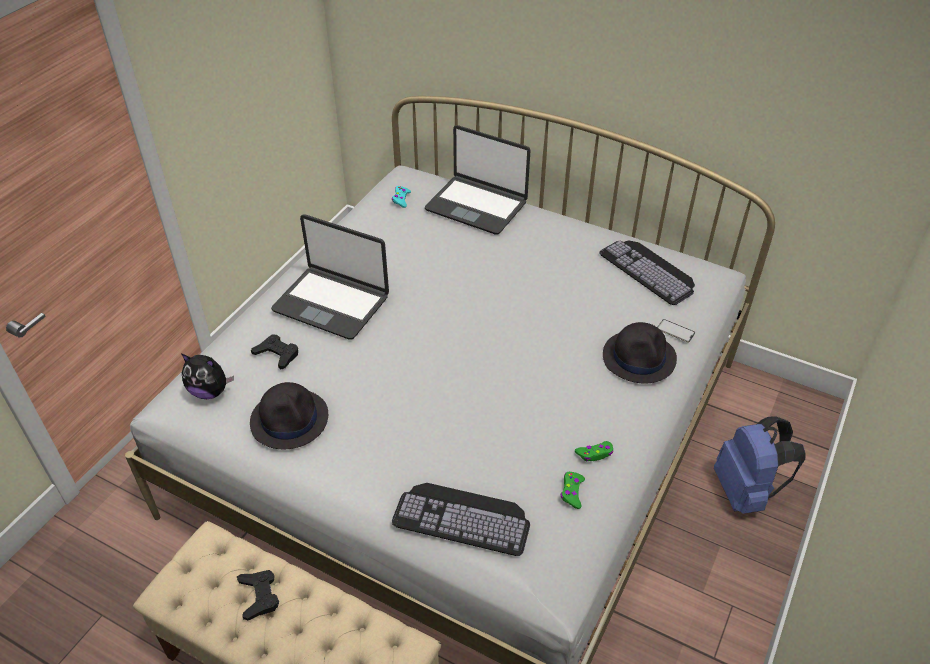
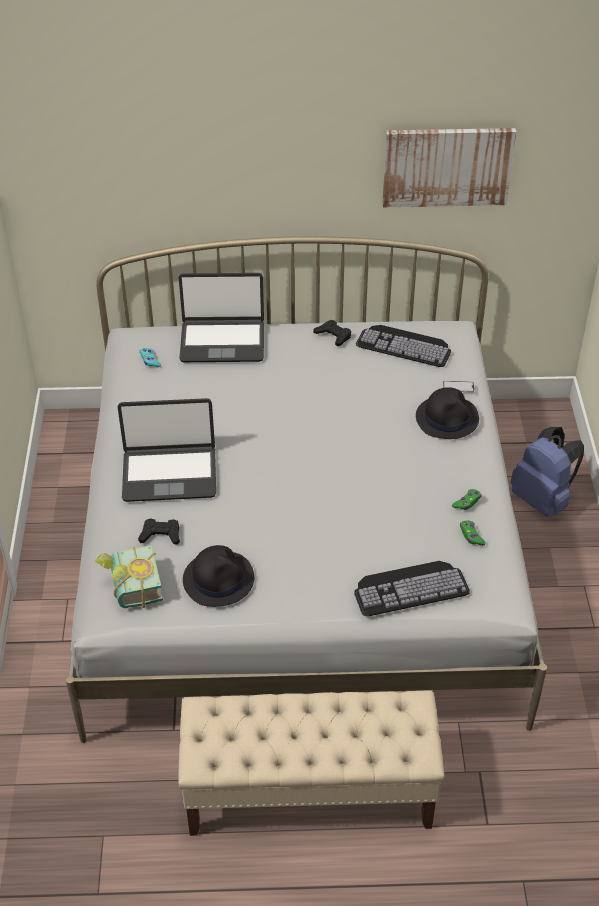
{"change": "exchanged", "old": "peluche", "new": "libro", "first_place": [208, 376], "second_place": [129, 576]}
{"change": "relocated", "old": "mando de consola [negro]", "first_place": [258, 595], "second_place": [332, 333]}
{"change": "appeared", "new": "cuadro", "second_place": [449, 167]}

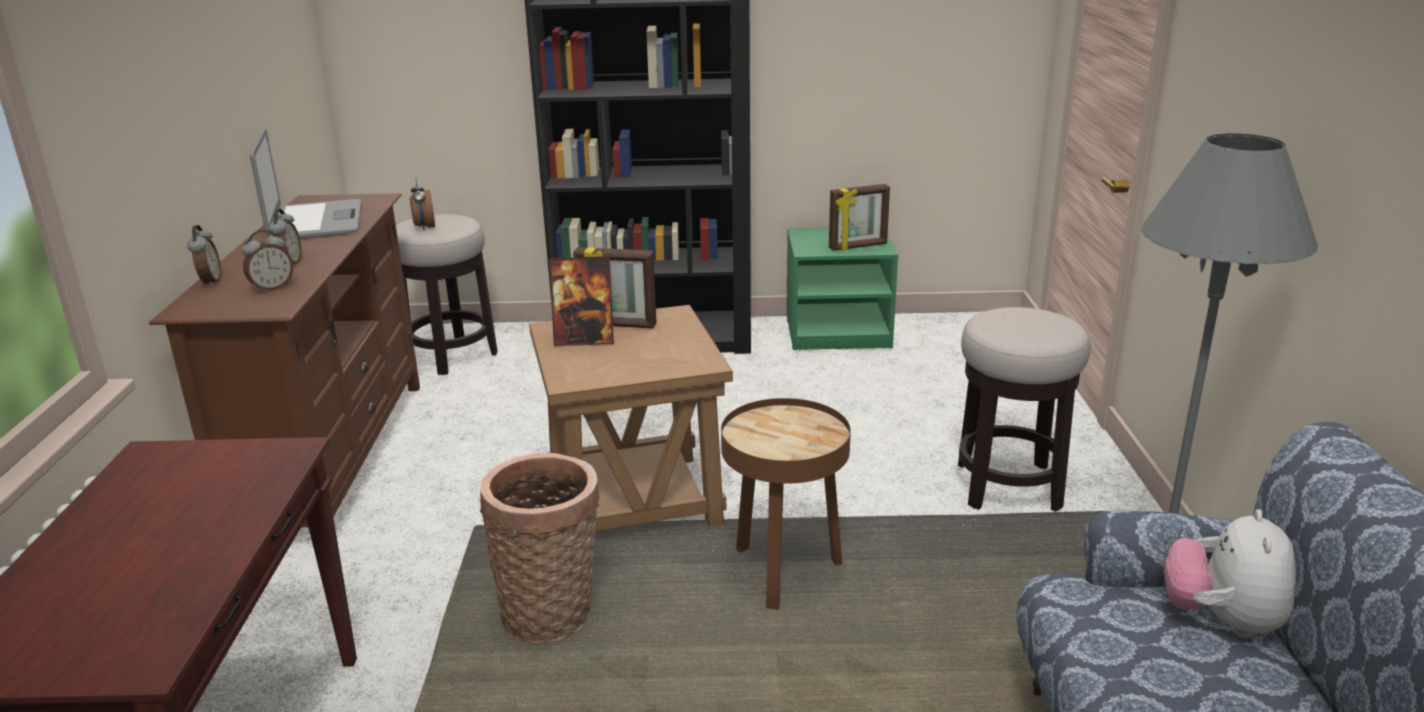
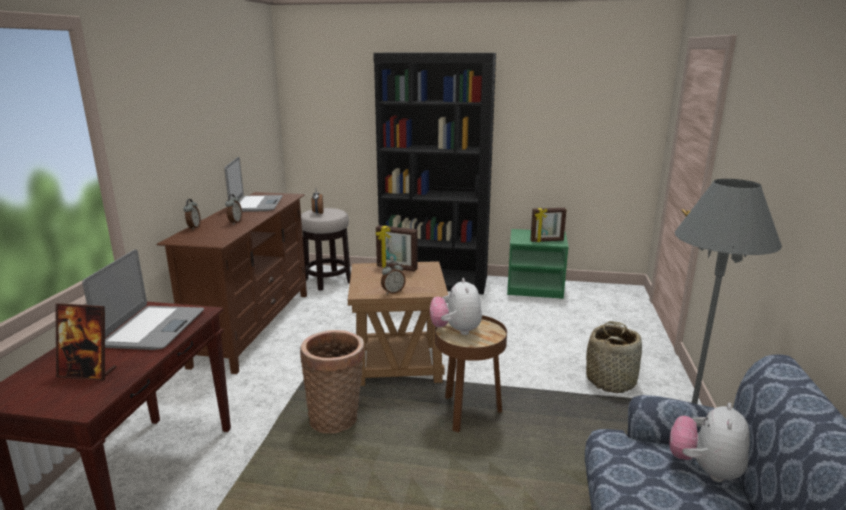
{"change": "relocated", "old": "despertador", "first_place": [267, 261], "second_place": [393, 277]}
{"change": "relocated", "old": "portarretratos", "first_place": [581, 301], "second_place": [86, 342]}
{"change": "exchanged", "old": "taburete", "new": "cesta", "first_place": [1024, 409], "second_place": [614, 357]}
{"change": "appeared", "new": "portátil", "second_place": [143, 300]}
{"change": "appeared", "new": "peluche", "second_place": [456, 306]}

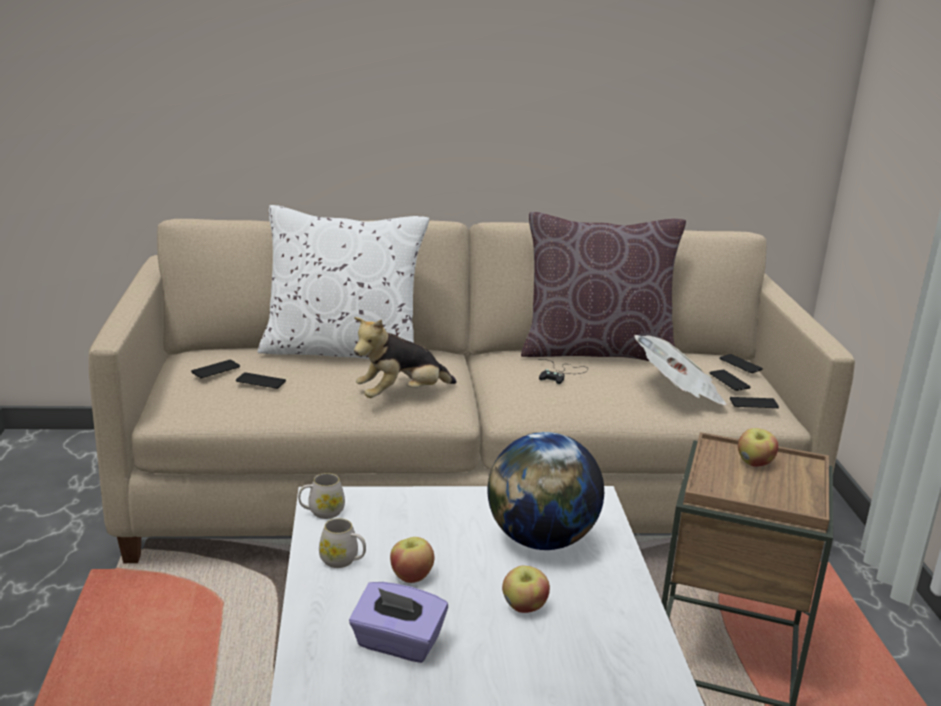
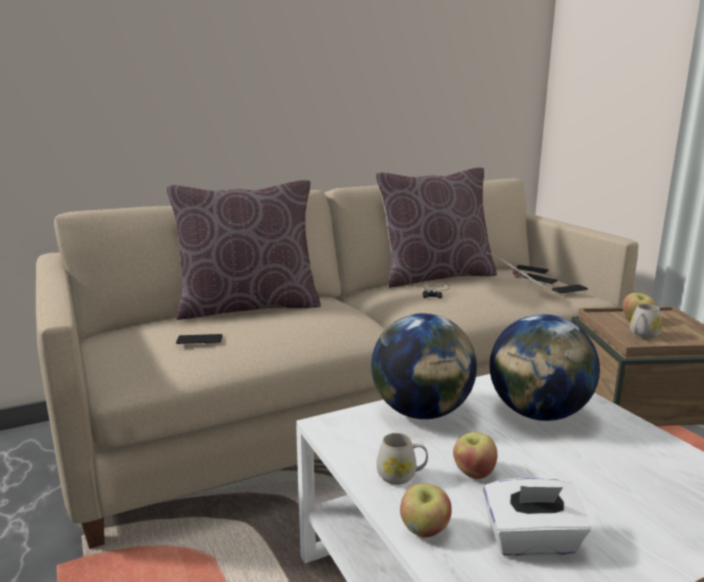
{"change": "colour", "old": "cojín [blanco]", "new": "cojín [marrón]", "first_place": [343, 282], "second_place": [244, 250]}
{"change": "missing", "old": "peluche", "first_place": [405, 357]}
{"change": "missing", "old": "móvil", "first_place": [215, 369]}
{"change": "relocated", "old": "taza grande [blanco]", "first_place": [321, 496], "second_place": [646, 321]}
{"change": "relocated", "old": "manzana", "first_place": [526, 589], "second_place": [426, 511]}
{"change": "colour", "old": "caja de pañuelos [morado]", "new": "caja de pañuelos [blanco]", "first_place": [398, 622], "second_place": [537, 516]}
{"change": "appeared", "new": "globo terráqueo", "second_place": [424, 366]}

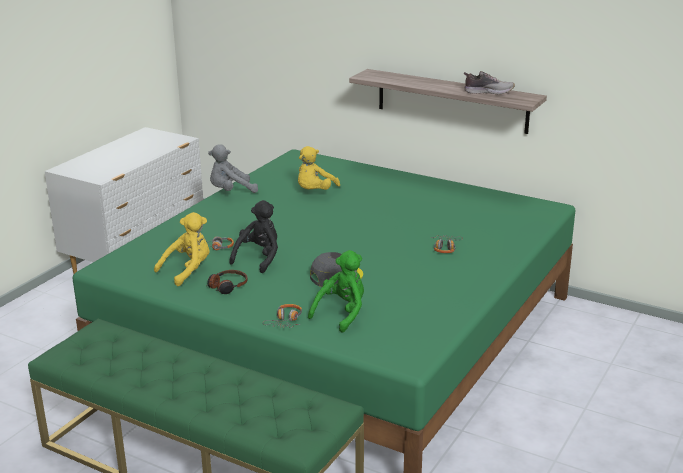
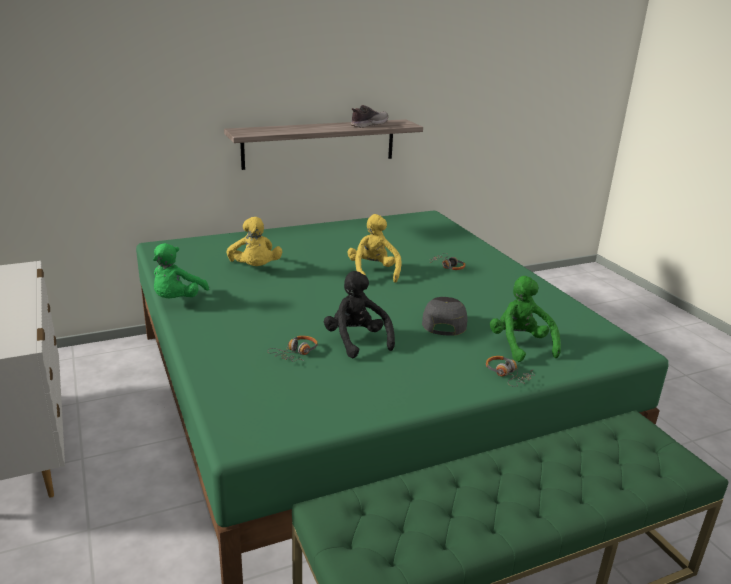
{"change": "colour", "old": "peluche [gris]", "new": "peluche [verde]", "first_place": [233, 168], "second_place": [181, 271]}
{"change": "relocated", "old": "peluche [amarillo]", "first_place": [181, 249], "second_place": [374, 248]}
{"change": "missing", "old": "auriculares", "first_place": [227, 282]}

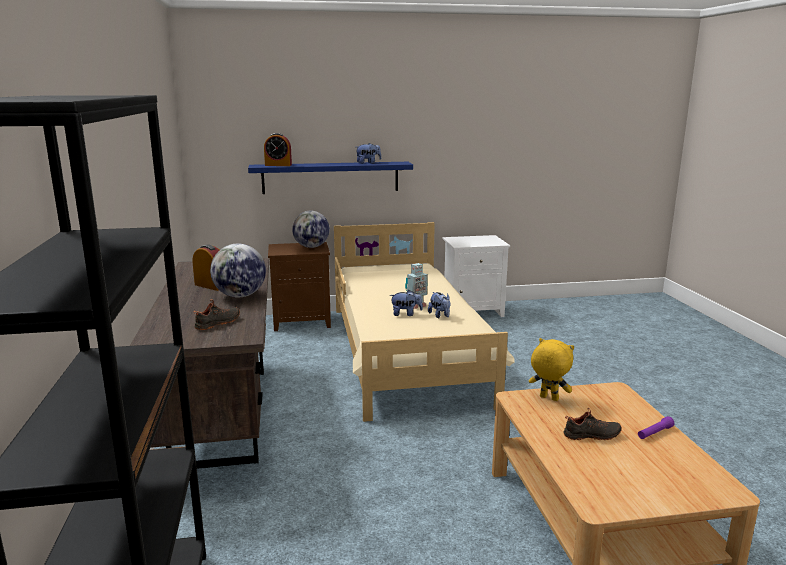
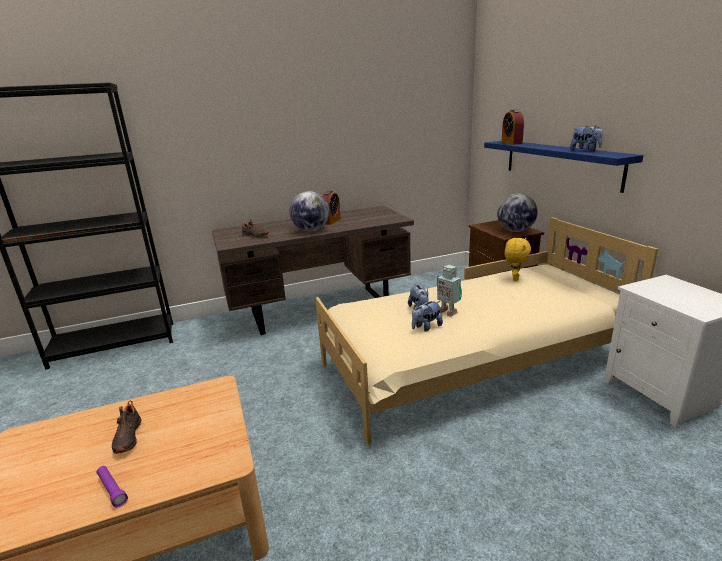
{"change": "relocated", "old": "peluche [amarillo]", "first_place": [551, 369], "second_place": [517, 259]}

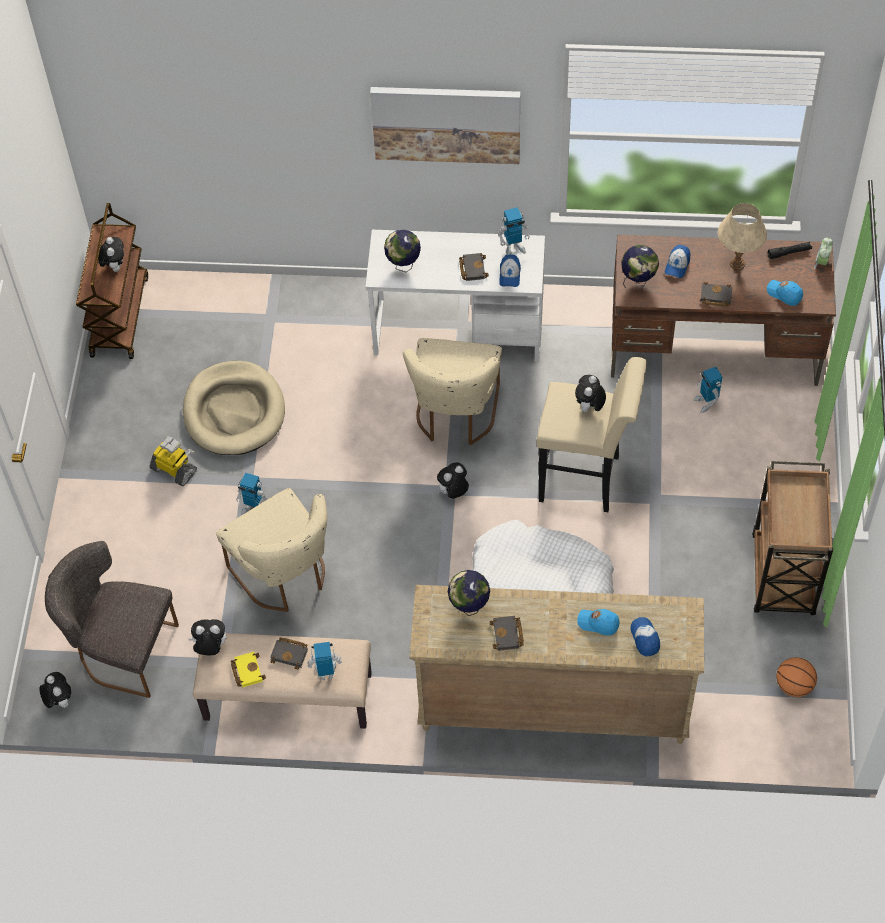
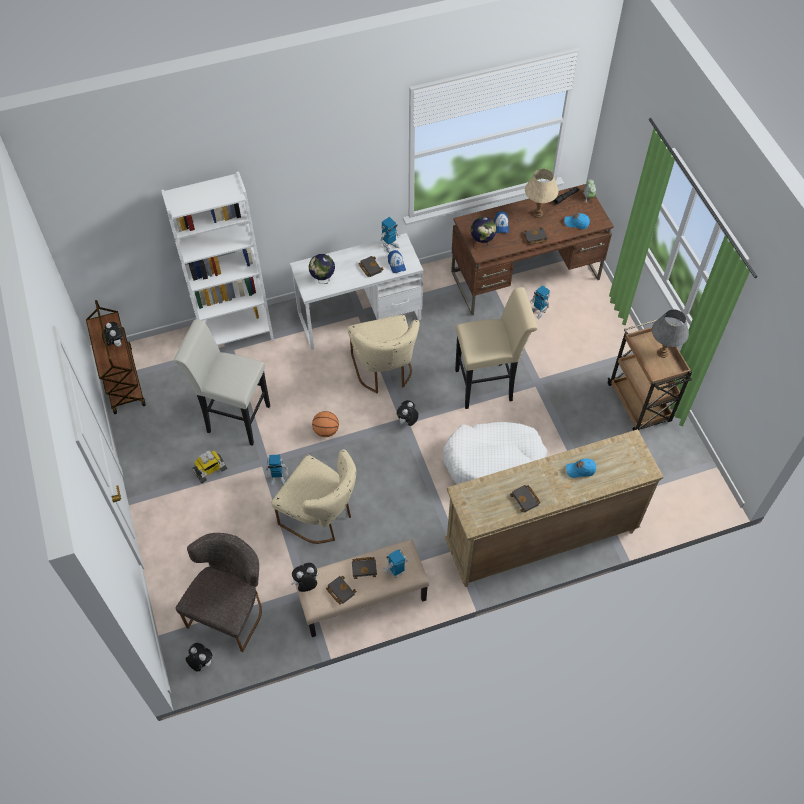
{"change": "missing", "old": "cuadro", "first_place": [445, 125]}
{"change": "exchanged", "old": "cama para perro [beis]", "new": "taburete [blanco]", "first_place": [234, 408], "second_place": [221, 382]}
{"change": "missing", "old": "peluche", "first_place": [590, 394]}
{"change": "spun", "old": "robot de juguete", "first_place": [173, 461], "second_place": [209, 466], "degrees": 135}
{"change": "spun", "old": "silla [gris]", "first_place": [112, 619], "second_place": [219, 592], "degrees": 120}
{"change": "missing", "old": "globo terráqueo", "first_place": [469, 593]}
{"change": "missing", "old": "gorra", "first_place": [645, 637]}
{"change": "colour", "old": "libro [amarillo]", "new": "libro [negro]", "first_place": [248, 669], "second_place": [341, 590]}
{"change": "relocated", "old": "balón de baloncesto", "first_place": [796, 677], "second_place": [325, 424]}
{"change": "appeared", "new": "estantería [blanco]", "second_place": [217, 258]}
{"change": "appeared", "new": "lámpara de mesa [gris]", "second_place": [670, 334]}

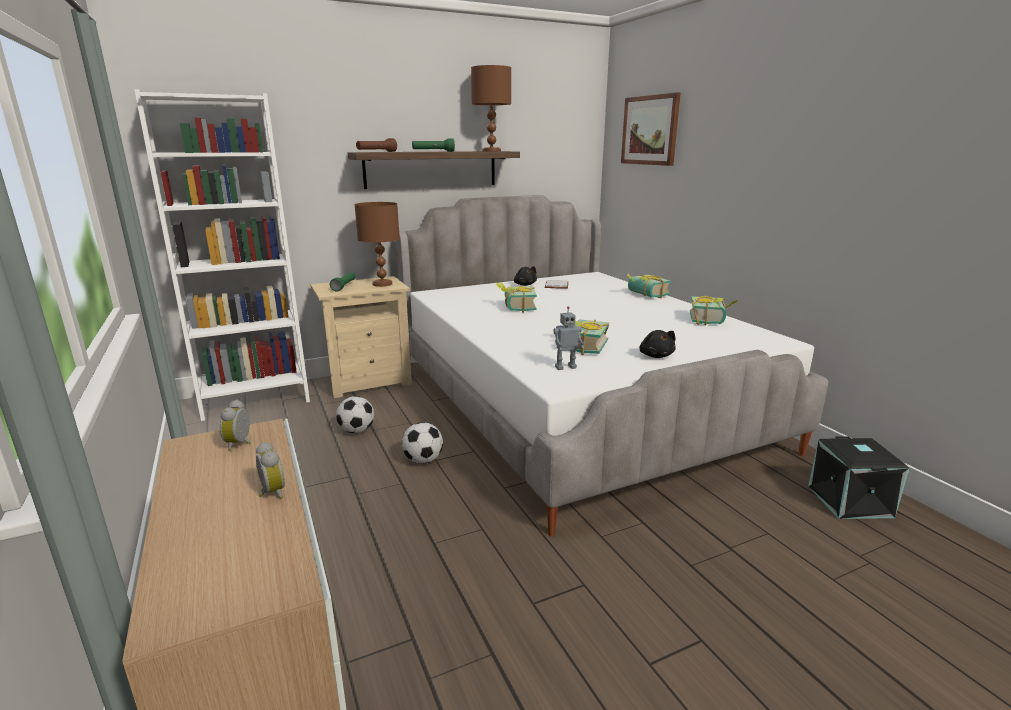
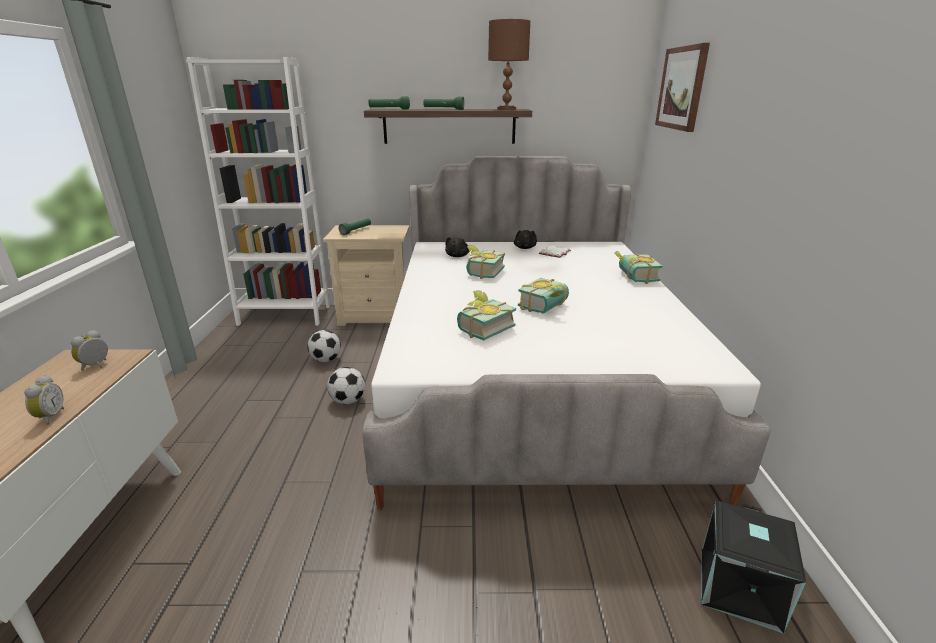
{"change": "colour", "old": "linterna [marrón]", "new": "linterna [verde]", "first_place": [376, 145], "second_place": [389, 102]}
{"change": "missing", "old": "lámpara de mesa [marrón]", "first_place": [377, 244]}
{"change": "relocated", "old": "libro", "first_place": [714, 310], "second_place": [543, 296]}
{"change": "missing", "old": "robot de juguete", "first_place": [568, 338]}
{"change": "relocated", "old": "peluche [negro]", "first_place": [657, 344], "second_place": [457, 247]}

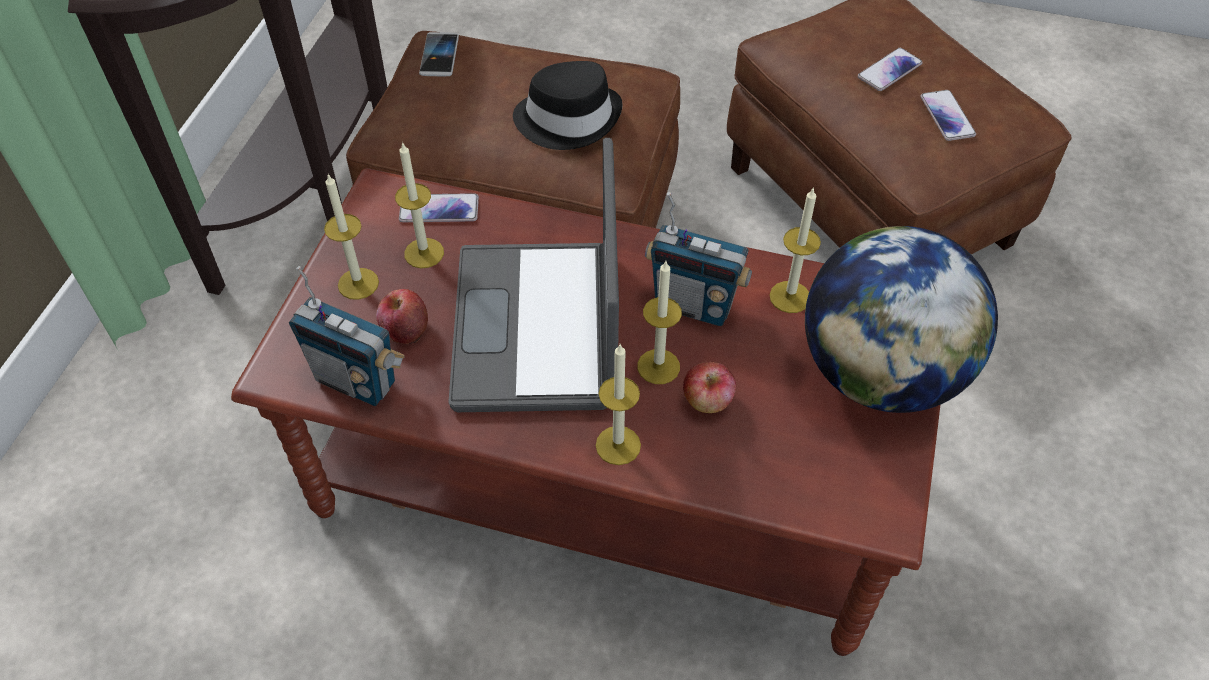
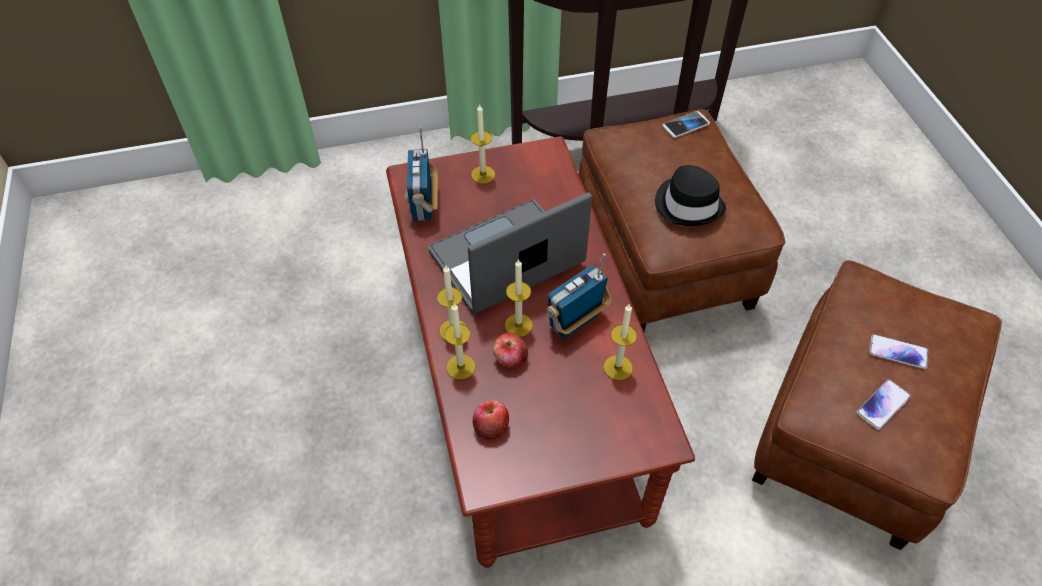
{"change": "relocated", "old": "vela", "first_place": [419, 205], "second_place": [460, 341]}
{"change": "spun", "old": "radio", "first_place": [698, 259], "second_place": [578, 296], "degrees": 60}
{"change": "missing", "old": "móvil", "first_place": [439, 207]}
{"change": "missing", "old": "globo terráqueo", "first_place": [901, 319]}
{"change": "relocated", "old": "manzana", "first_place": [402, 316], "second_place": [490, 420]}

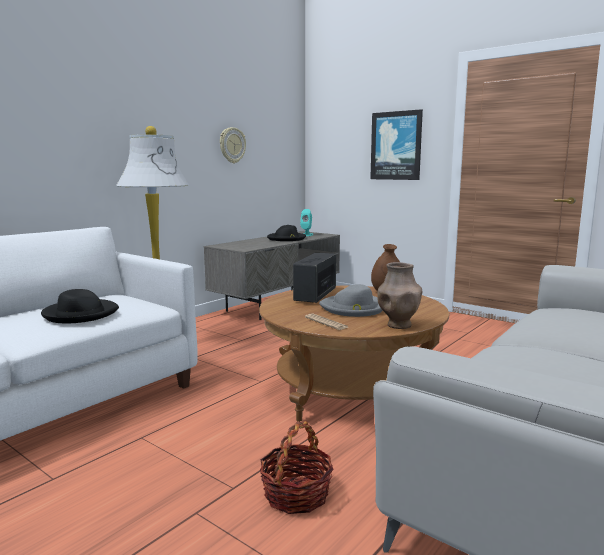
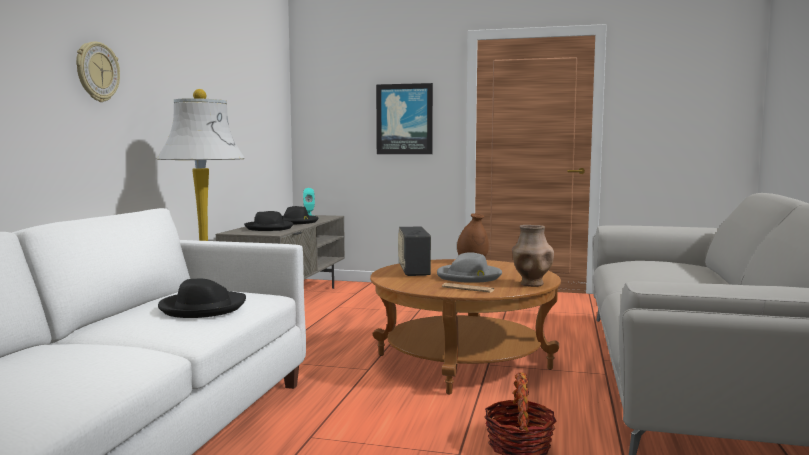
{"change": "relocated", "old": "reloj de pared", "first_place": [233, 145], "second_place": [98, 72]}
{"change": "appeared", "new": "sombrero [negro]", "second_place": [268, 221]}

